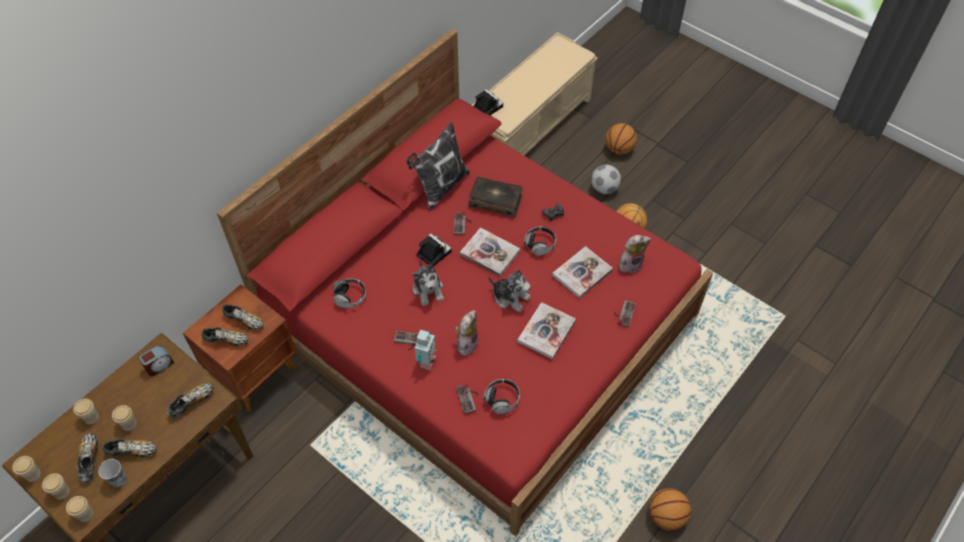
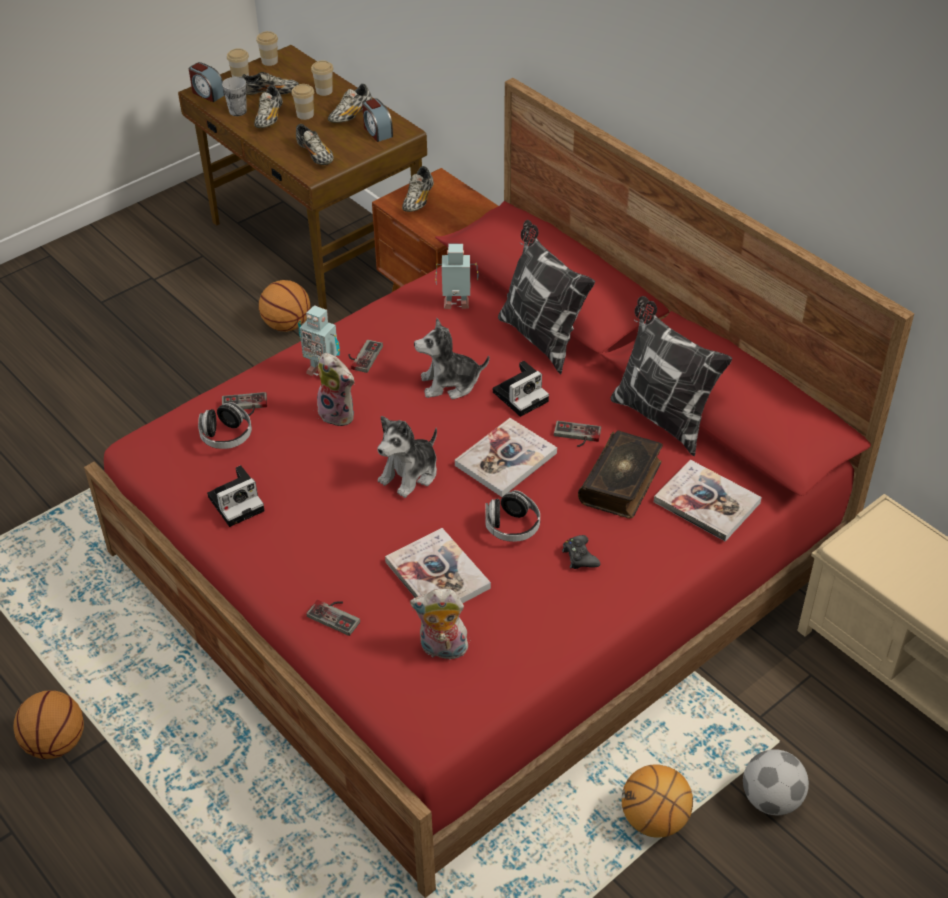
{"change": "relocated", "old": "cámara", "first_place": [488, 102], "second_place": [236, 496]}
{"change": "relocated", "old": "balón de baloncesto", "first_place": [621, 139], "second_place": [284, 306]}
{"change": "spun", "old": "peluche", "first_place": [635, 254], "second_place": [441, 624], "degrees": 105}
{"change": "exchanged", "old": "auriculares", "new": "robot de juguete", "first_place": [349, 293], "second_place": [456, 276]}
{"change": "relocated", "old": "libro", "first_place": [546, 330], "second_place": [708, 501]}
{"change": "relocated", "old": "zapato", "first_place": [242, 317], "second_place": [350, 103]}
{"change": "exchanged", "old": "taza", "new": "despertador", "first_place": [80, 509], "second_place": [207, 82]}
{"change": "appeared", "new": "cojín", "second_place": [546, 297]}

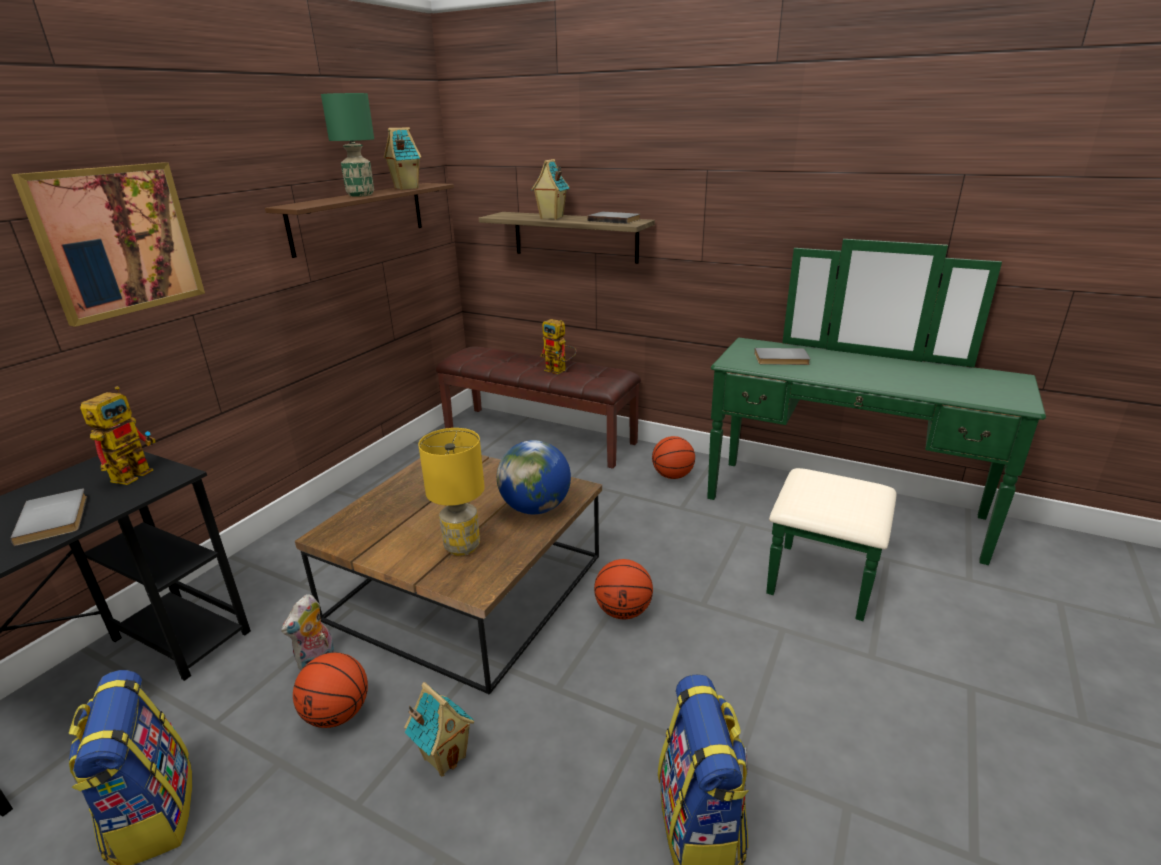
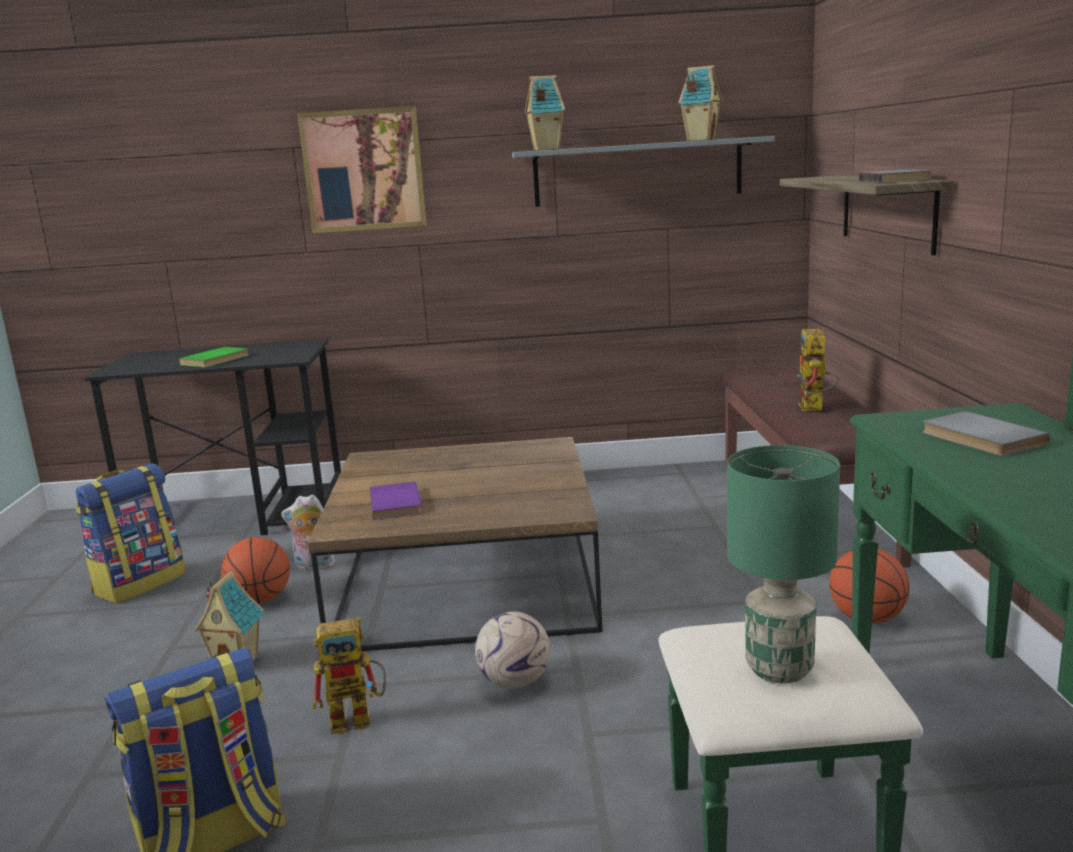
{"change": "relocated", "old": "lámpara de mesa [verde]", "first_place": [347, 145], "second_place": [783, 564]}
{"change": "relocated", "old": "casita", "first_place": [551, 189], "second_place": [545, 113]}
{"change": "colour", "old": "estante [marrón]", "new": "estante [gris]", "first_place": [359, 220], "second_place": [643, 171]}
{"change": "relocated", "old": "robot de juguete", "first_place": [117, 435], "second_place": [349, 675]}
{"change": "exchanged", "old": "lámpara de mesa [amarillo]", "new": "libro [morado]", "first_place": [451, 492], "second_place": [396, 501]}
{"change": "missing", "old": "globo terráqueo", "first_place": [534, 477]}
{"change": "colour", "old": "libro [gris]", "new": "libro [verde]", "first_place": [48, 517], "second_place": [214, 357]}
{"change": "exchanged", "old": "balón de baloncesto", "new": "balón de fútbol", "first_place": [623, 589], "second_place": [513, 650]}

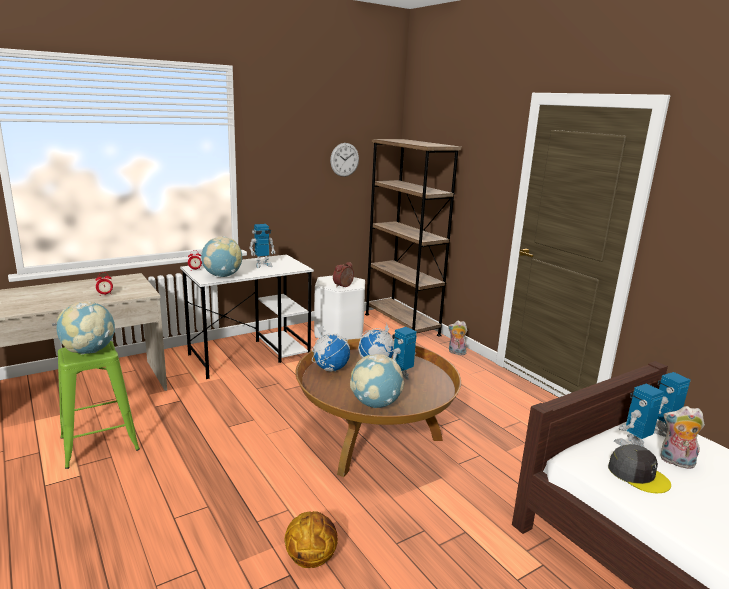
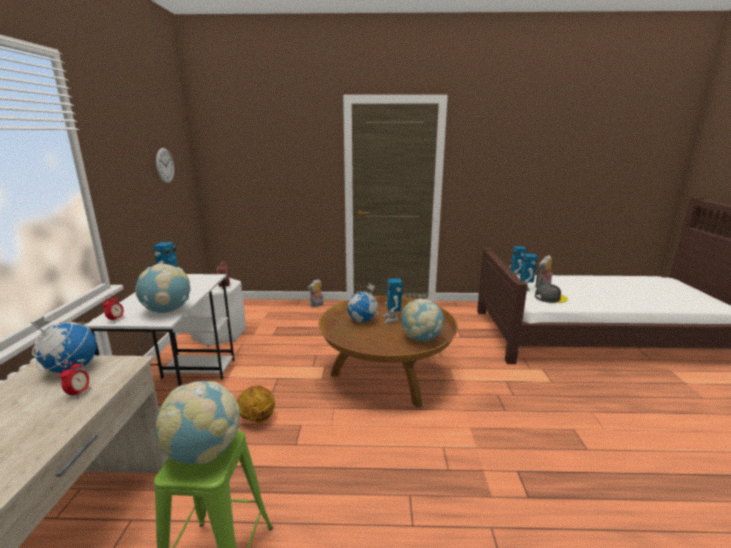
{"change": "missing", "old": "estantería [marrón]", "first_place": [413, 237]}
{"change": "relocated", "old": "globo terráqueo", "first_place": [331, 349], "second_place": [63, 344]}
{"change": "relocated", "old": "balón de baloncesto", "first_place": [311, 539], "second_place": [256, 404]}

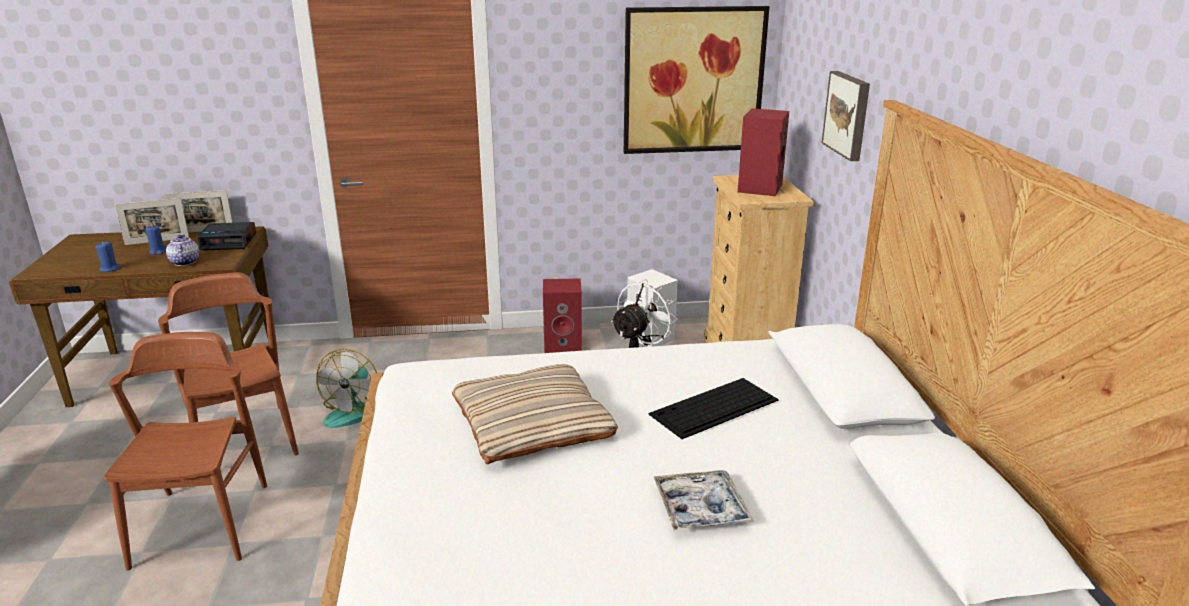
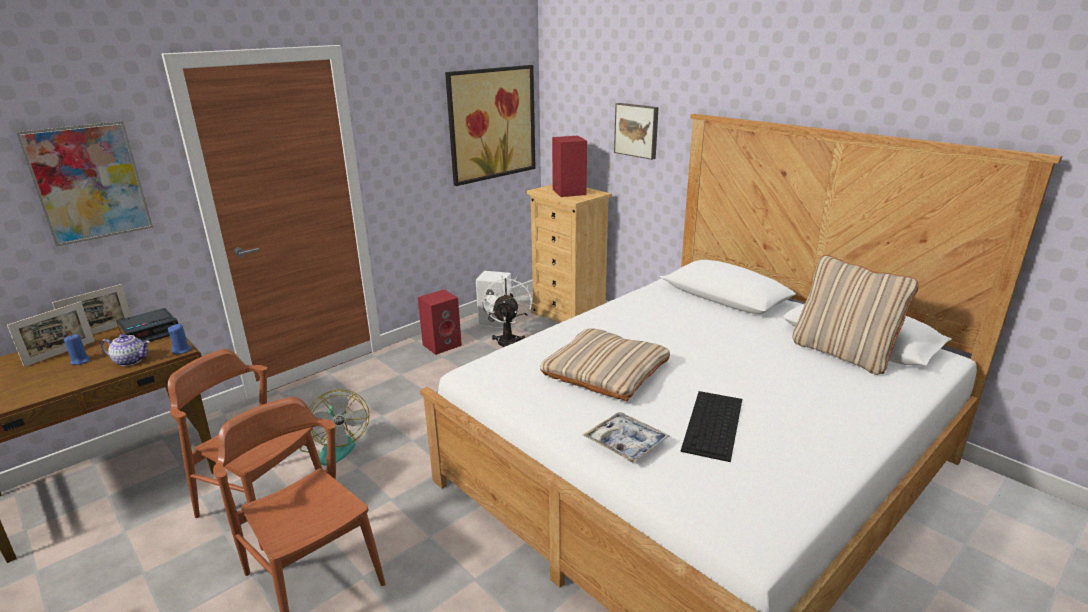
{"change": "spun", "old": "tetera", "first_place": [182, 250], "second_place": [125, 350], "degrees": 150}
{"change": "relocated", "old": "vela [azul]", "first_place": [108, 257], "second_place": [180, 339]}
{"change": "relocated", "old": "teclado", "first_place": [713, 408], "second_place": [711, 426]}
{"change": "relocated", "old": "bandeja", "first_place": [703, 500], "second_place": [626, 437]}
{"change": "appeared", "new": "cuadro", "second_place": [84, 184]}
{"change": "appeared", "new": "cojín [beis]", "second_place": [855, 315]}

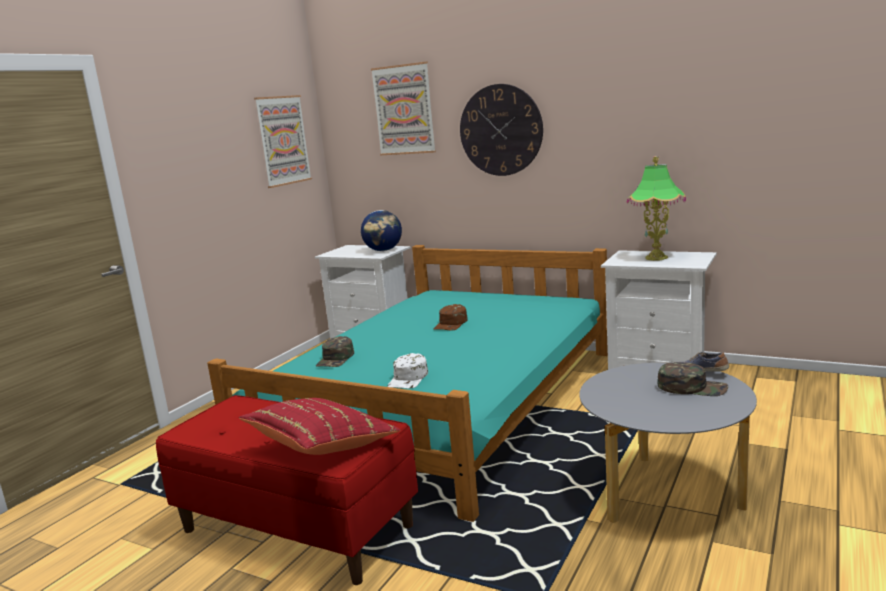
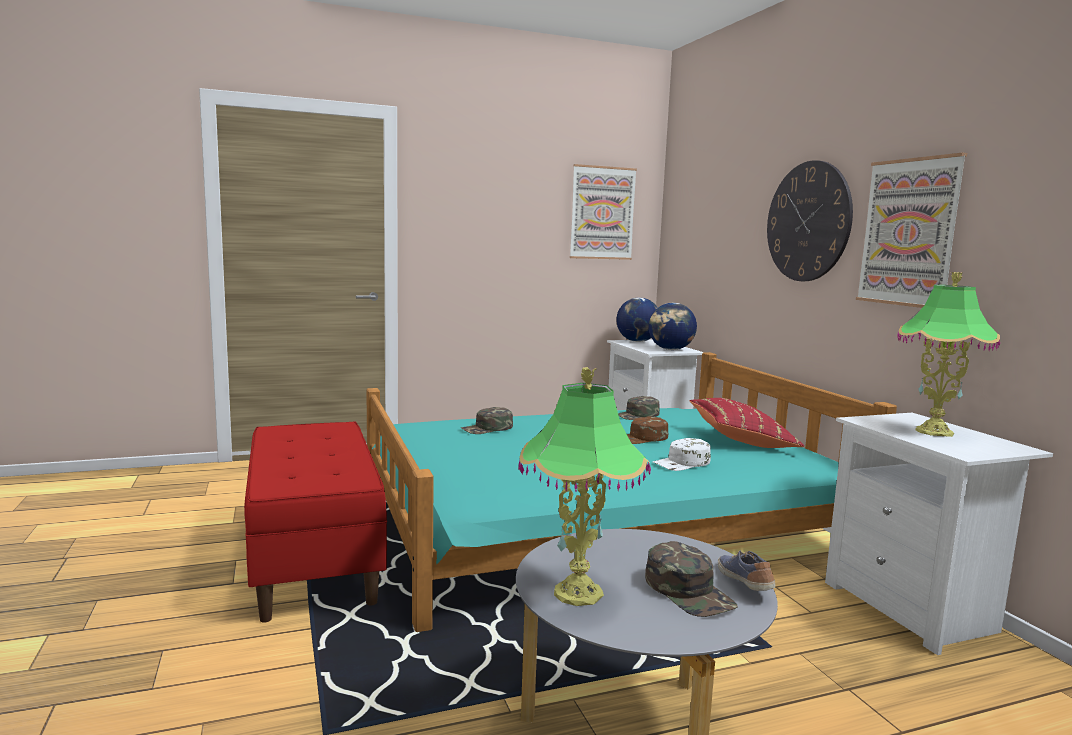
{"change": "relocated", "old": "cuadro", "first_place": [403, 108], "second_place": [911, 230]}
{"change": "relocated", "old": "gorra [blanco]", "first_place": [407, 371], "second_place": [682, 454]}
{"change": "relocated", "old": "cojín [rojo]", "first_place": [319, 426], "second_place": [747, 423]}
{"change": "appeared", "new": "globo terráqueo", "second_place": [637, 319]}
{"change": "appeared", "new": "lámpara de mesa", "second_place": [584, 486]}
{"change": "appeared", "new": "gorra [verde]", "second_place": [639, 408]}

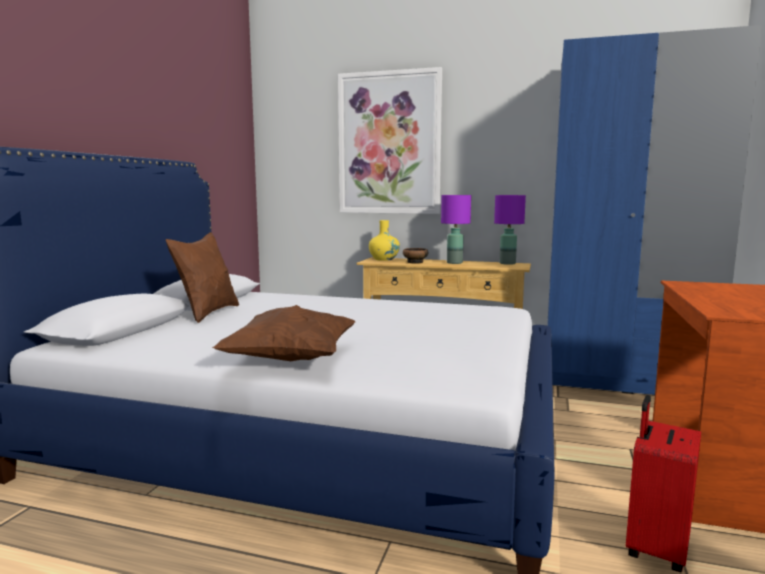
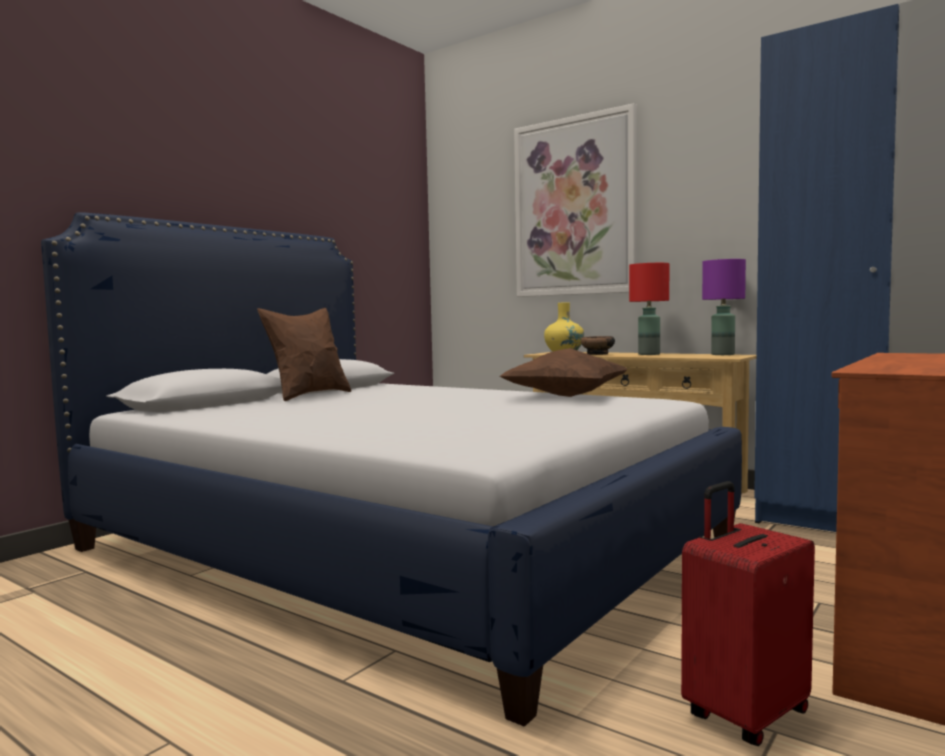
{"change": "colour", "old": "lámpara de mesa [morado]", "new": "lámpara de mesa [rojo]", "first_place": [456, 229], "second_place": [649, 309]}
{"change": "relocated", "old": "cojín [marrón]", "first_place": [283, 333], "second_place": [563, 372]}

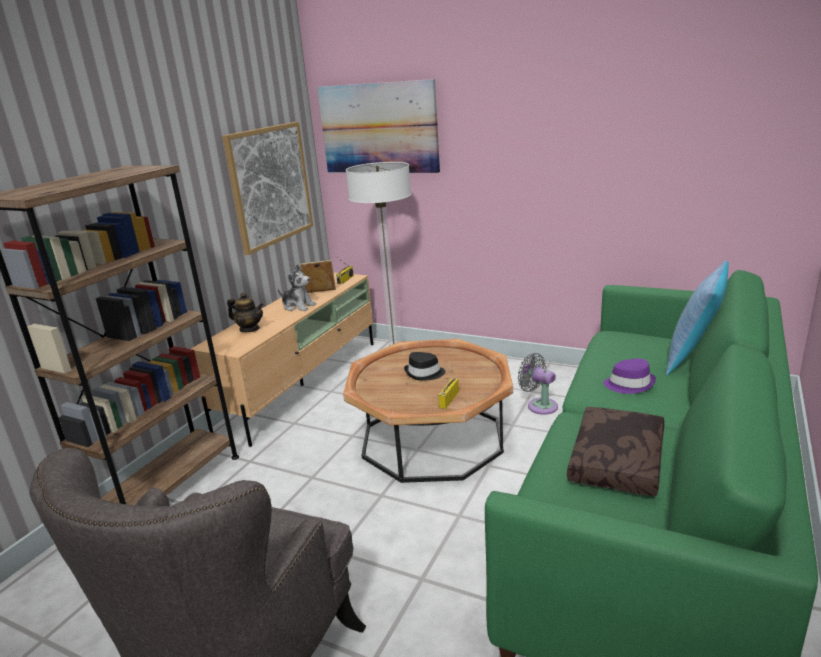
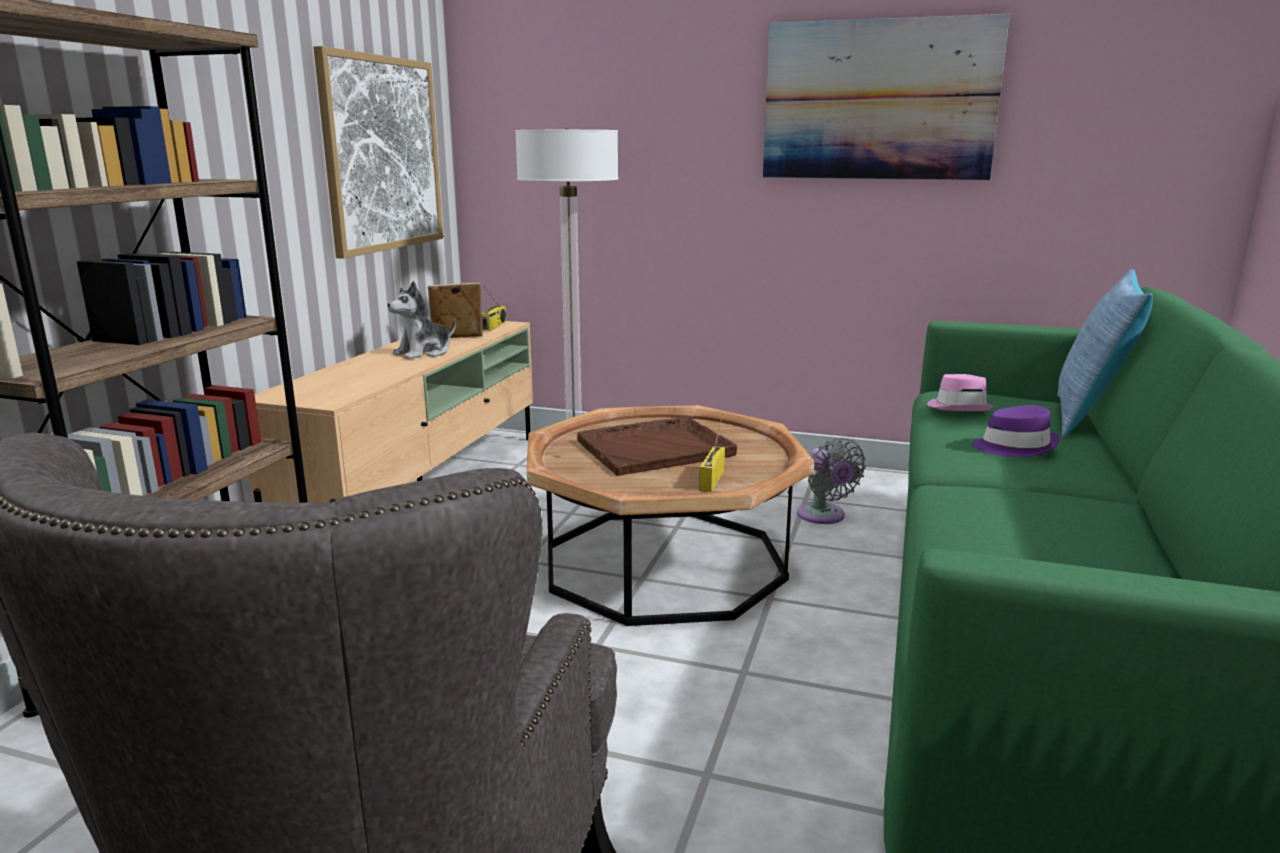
{"change": "relocated", "old": "cuadro", "first_place": [378, 126], "second_place": [886, 97]}
{"change": "spun", "old": "peluche", "first_place": [297, 287], "second_place": [421, 320], "degrees": 120}
{"change": "missing", "old": "tetera", "first_place": [245, 312]}
{"change": "exchanged", "old": "sombrero [negro]", "new": "bandeja [marrón]", "first_place": [424, 366], "second_place": [657, 446]}
{"change": "spun", "old": "ventilador [gris]", "first_place": [538, 384], "second_place": [831, 480], "degrees": -150}
{"change": "missing", "old": "cojín [marrón]", "first_place": [615, 451]}
{"change": "appeared", "new": "sombrero [rosa]", "second_place": [960, 392]}

